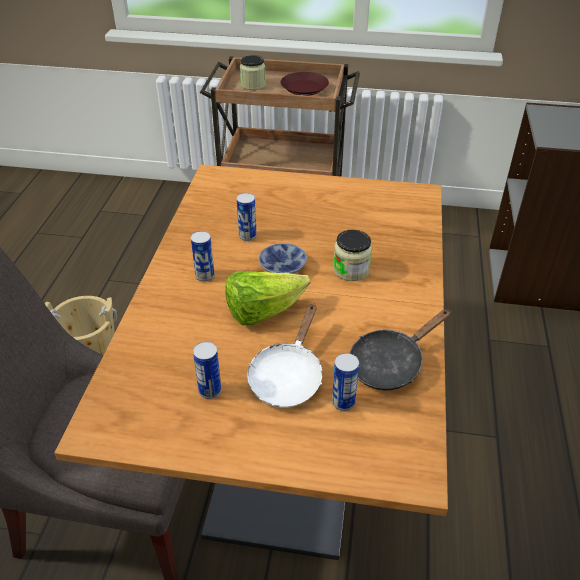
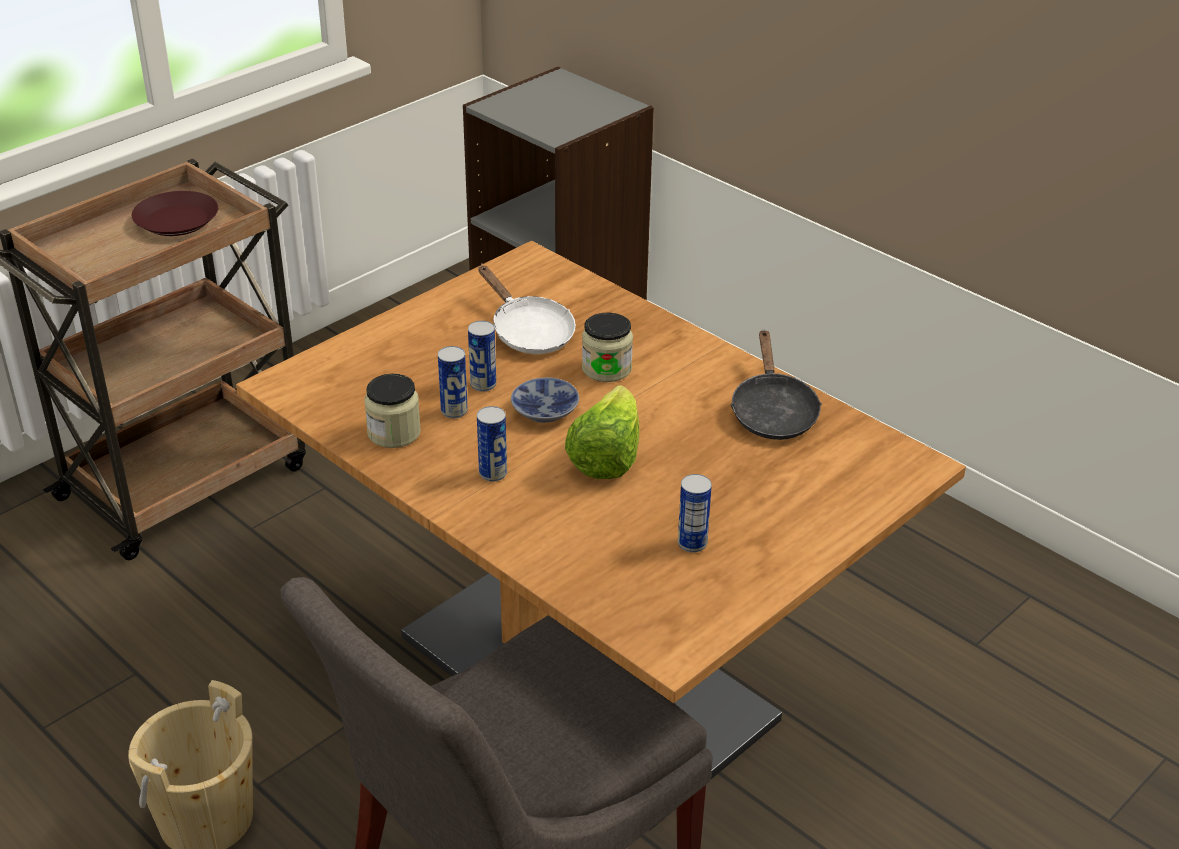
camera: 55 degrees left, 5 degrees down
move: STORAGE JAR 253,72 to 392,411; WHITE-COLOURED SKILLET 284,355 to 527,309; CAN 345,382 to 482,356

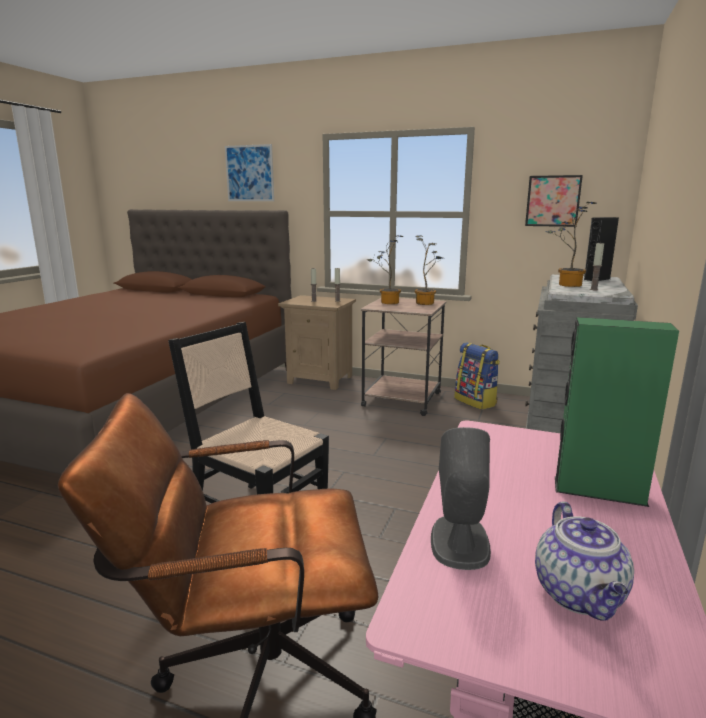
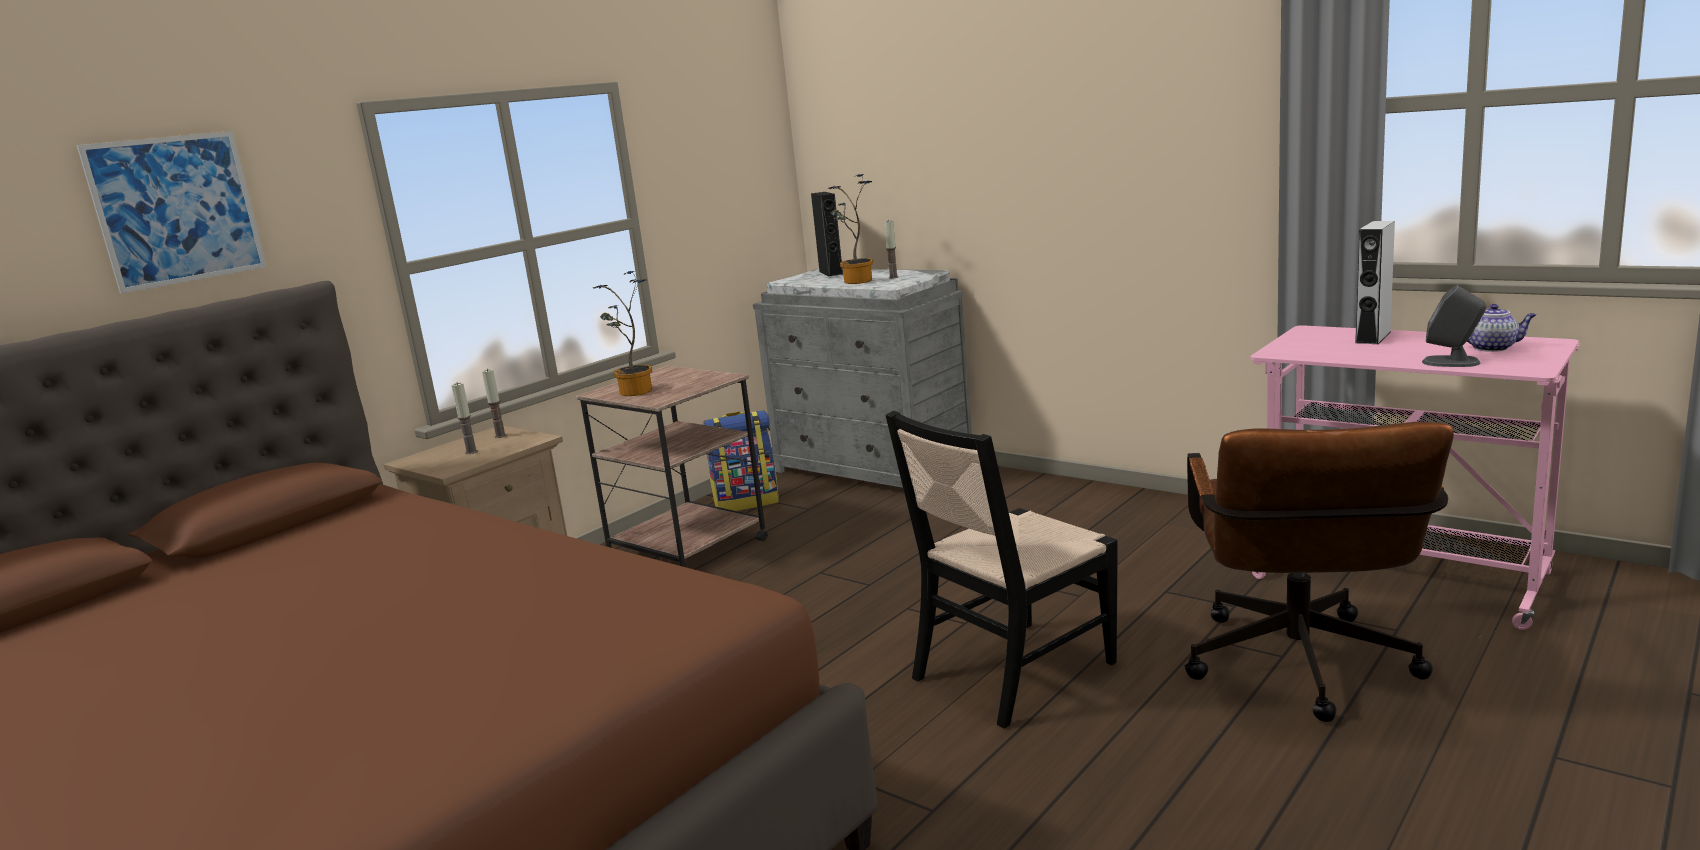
camera: 70 degrees left, 0 degrees up
delete: PICTURE 554,201; POTTED PLANT 428,270
recolor: GREEN-COLOURED SPEAKER 617,412 to GREYISH SPEAKER 1375,282

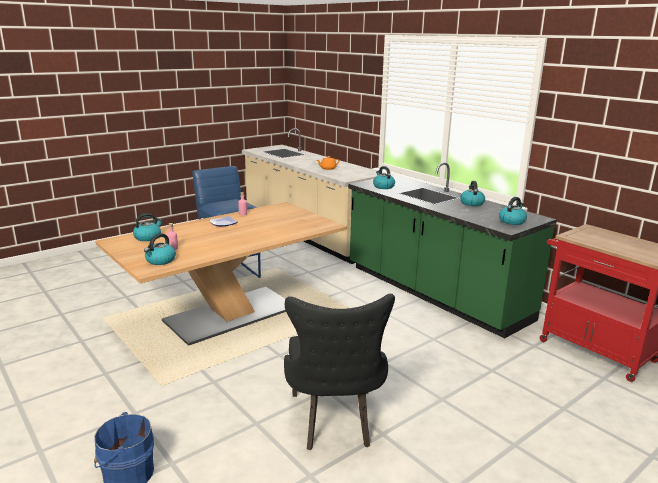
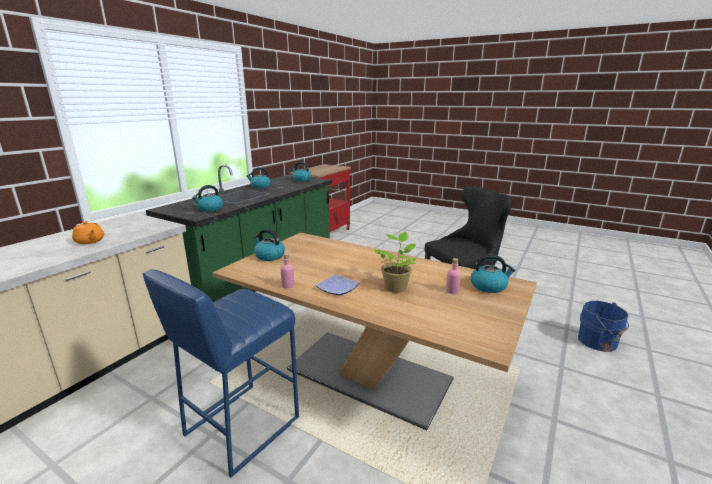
camera: 110 degrees left, 0 degrees up
insert: POTTED PLANT 395,262
move: TEA KETTLE 148,227 to 269,245

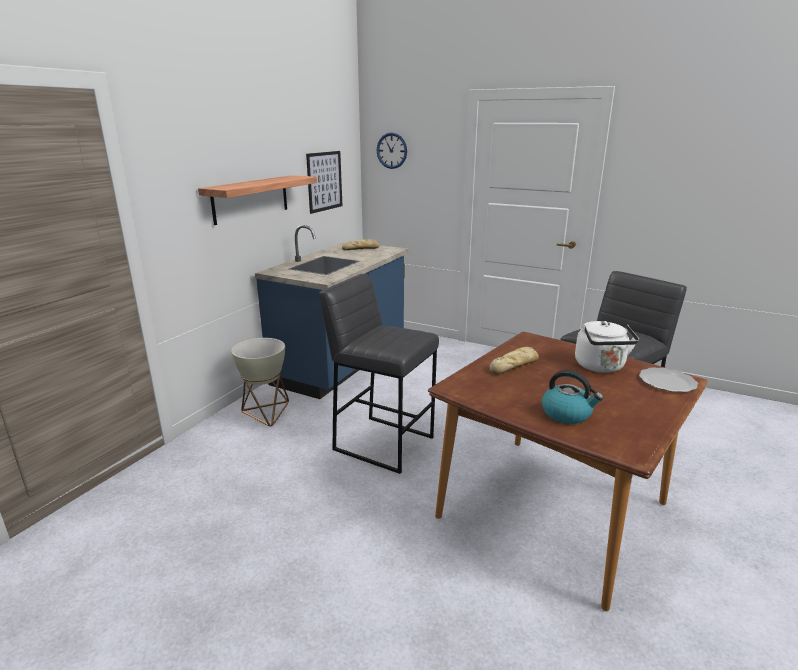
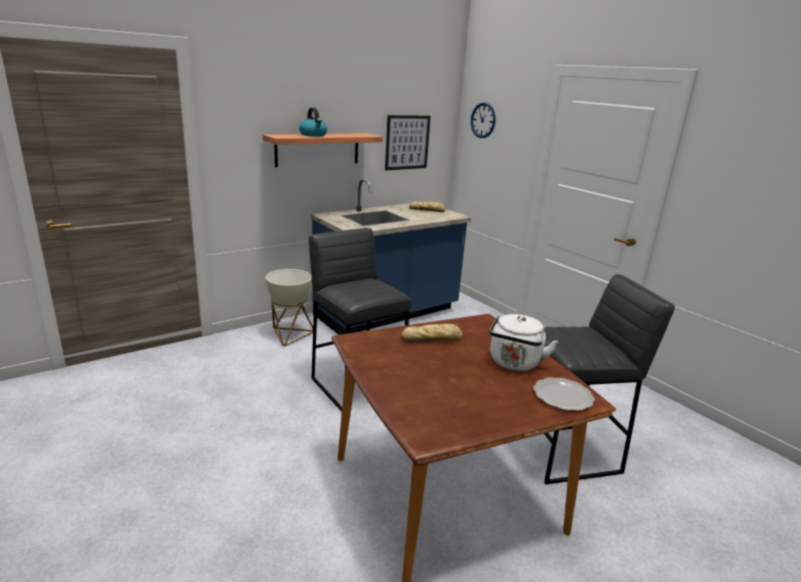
camera: 25 degrees right, 0 degrees up
move: TEA KETTLE 572,397 to 313,122

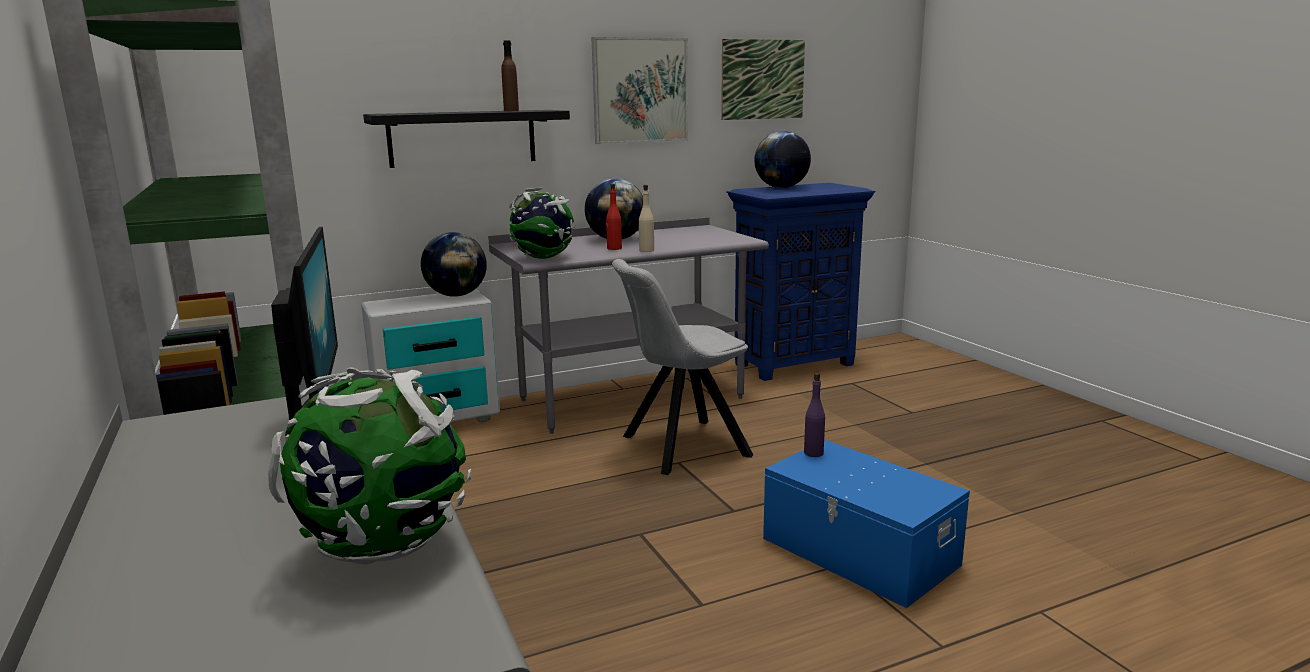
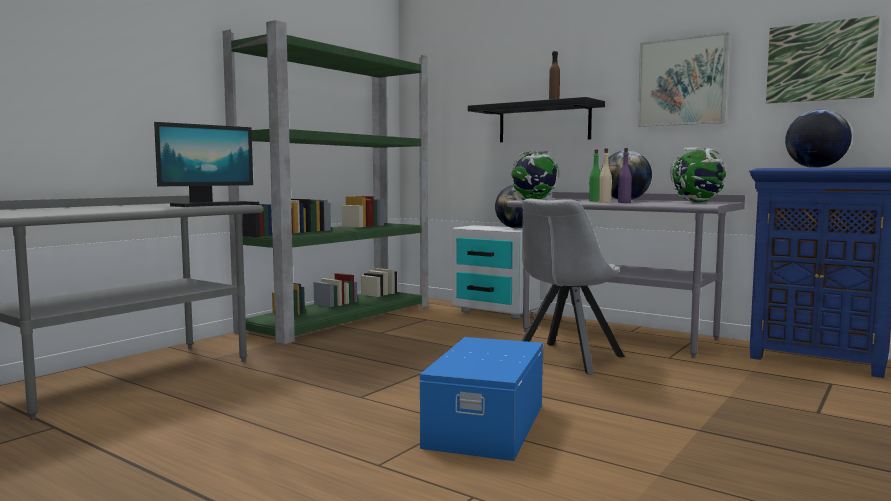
camera: 60 degrees right, 10 degrees down
move: DESK GLOBE 369,466 to 698,175; PURPLE BOTTLE 814,415 to 625,175
recolor: REDDISH BOTTLE 614,217 to GREEN-COLOURED BOTTLE 595,175
rotate: GREYISH PLAIN CHAIR 682,367 = 573,286 90 degrees counterclockwise

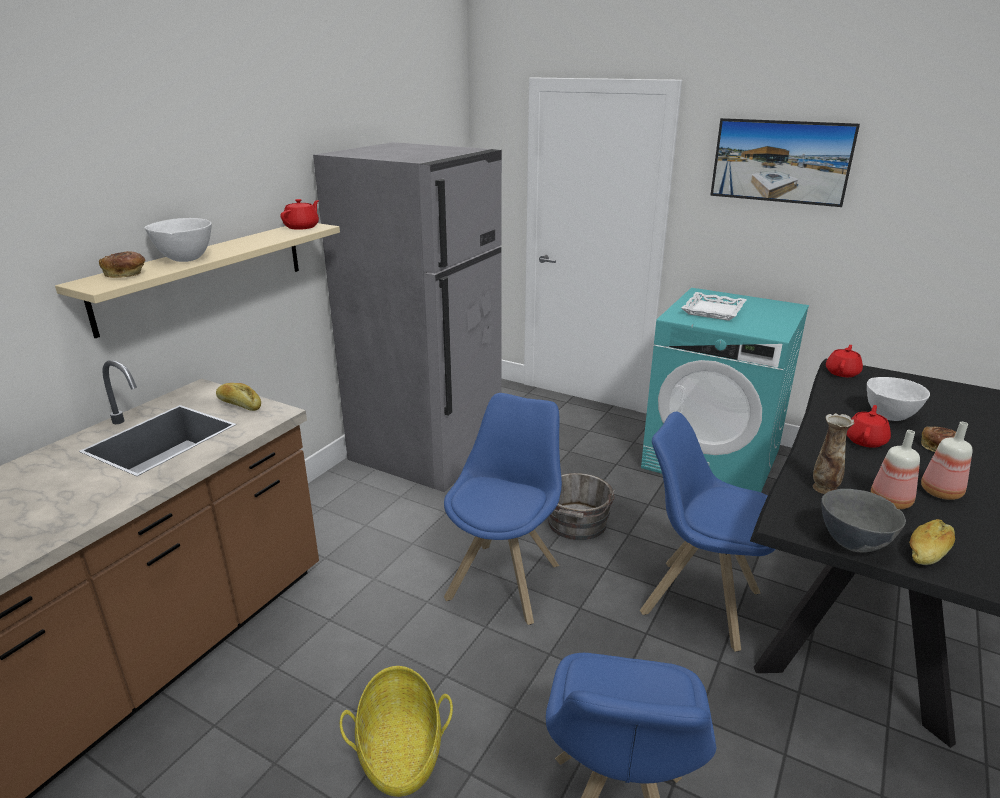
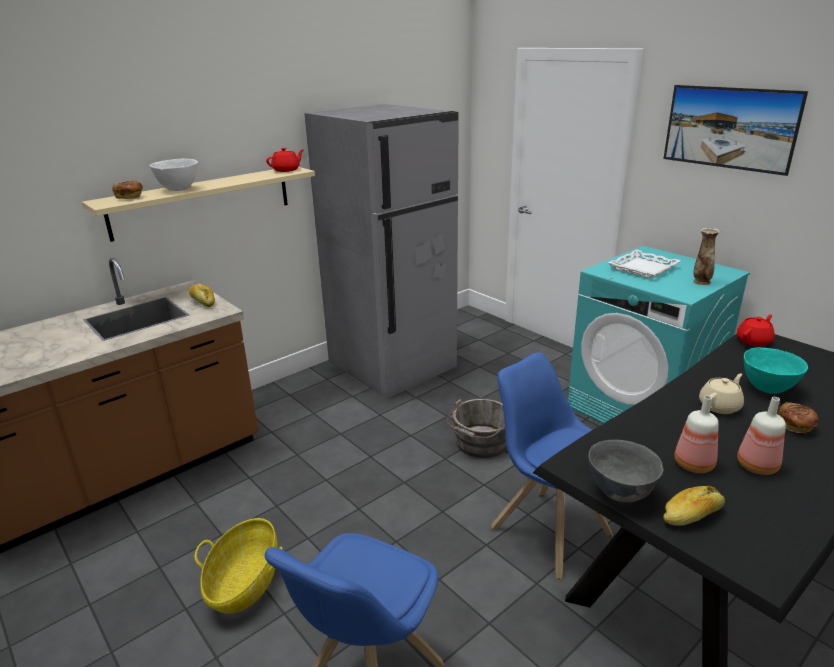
camera: 20 degrees right, 0 degrees up
delete: BLUE PLAIN CHAIR 503,509
move: VASE 833,453 to 706,256
recolor: WHITE-COLOURED BOWL 898,399 to TURQUOISE-COLOURED BOWL 776,370; REDDISH TEAPOT 869,426 to BEIGE TEAPOT 721,393

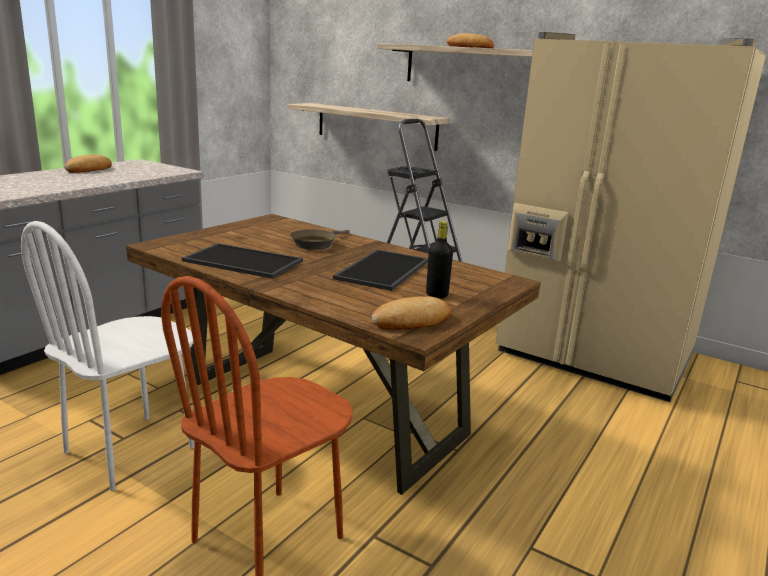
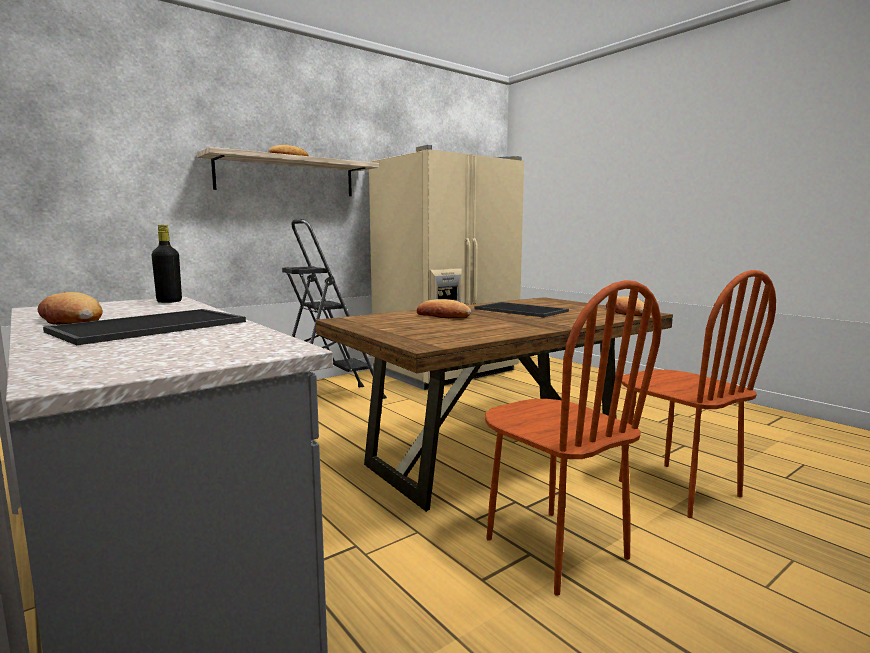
camera: 70 degrees left, 10 degrees down
delete: WALL SHELF 369,127
move: BLACK BOTTLE 439,259 to 166,264; CARRYING TRAY 242,261 to 144,327
replace: BROWN SKILLET 320,239 to BAKERY BREAD 444,308
recolor: WHITE-COLOURED PLAIN CHAIR 107,356 to BROWN PLAIN CHAIR 573,438

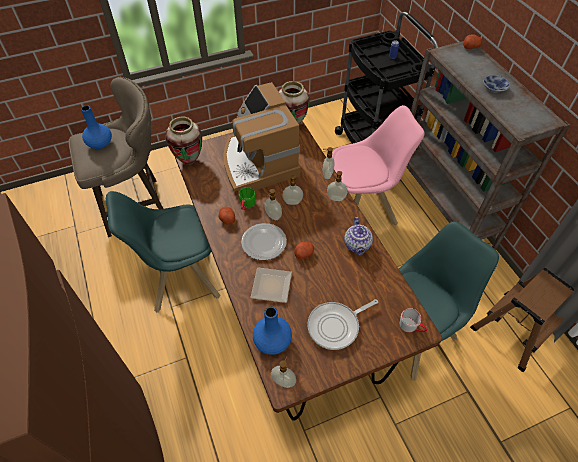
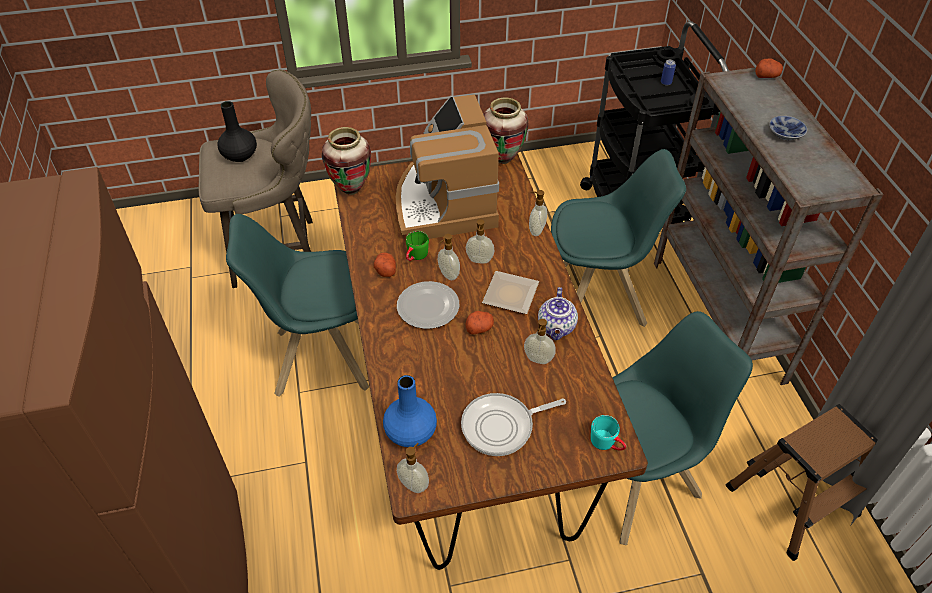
camera: 10 degrees right, 5 degrees down
move: LIQUID SOAP BOTTLE 337,186 to 540,341; FLAT DISH 271,285 to 510,292
recolor: BLUE VASE 96,127 to BLACK VASE 237,131; PINK PLAIN CHAIR 378,165 to TURQUOISE-COLOURED PLAIN CHAIR 618,238; GREYISH MUG 414,320 to TURQUOISE-COLOURED MUG 608,433

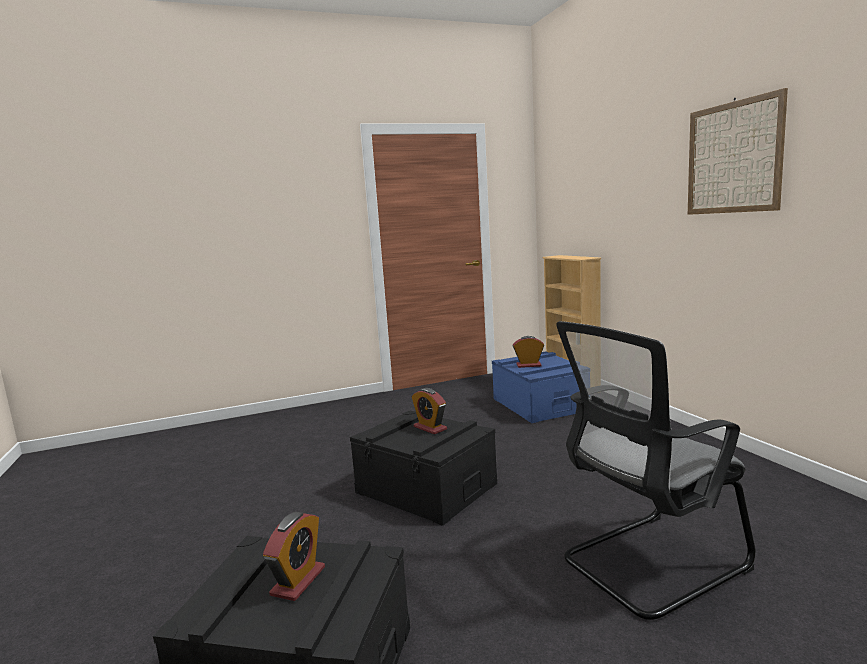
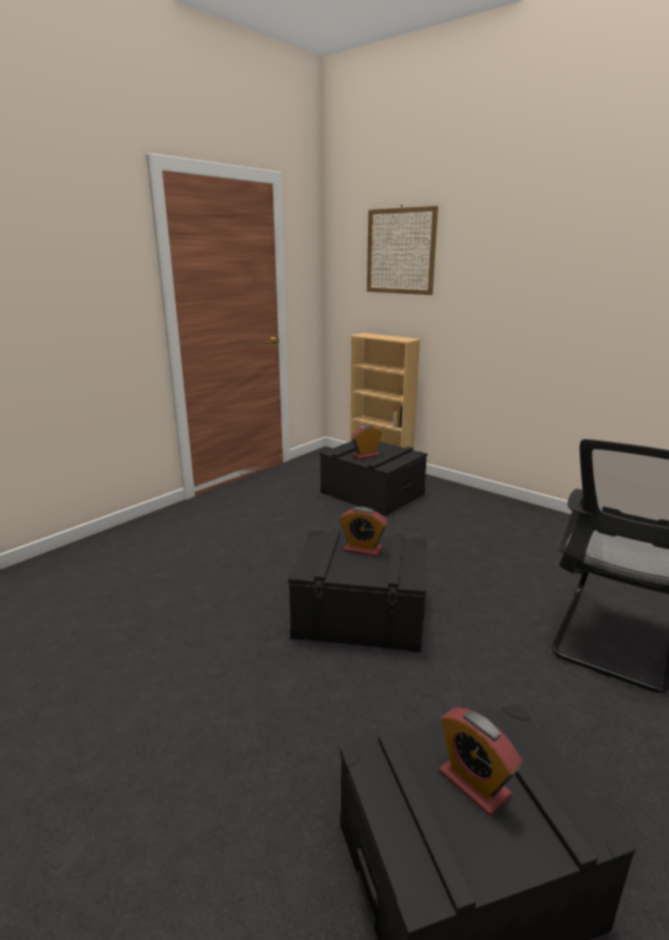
camera: 30 degrees left, 10 degrees up
move: PICTURE 738,151 to 402,250
recolor: BLUE STORAGE BIN 536,387 to BLACK STORAGE BIN 373,478
rotate: ALARM CLOCK 294,556 = 481,762 150 degrees clockwise

